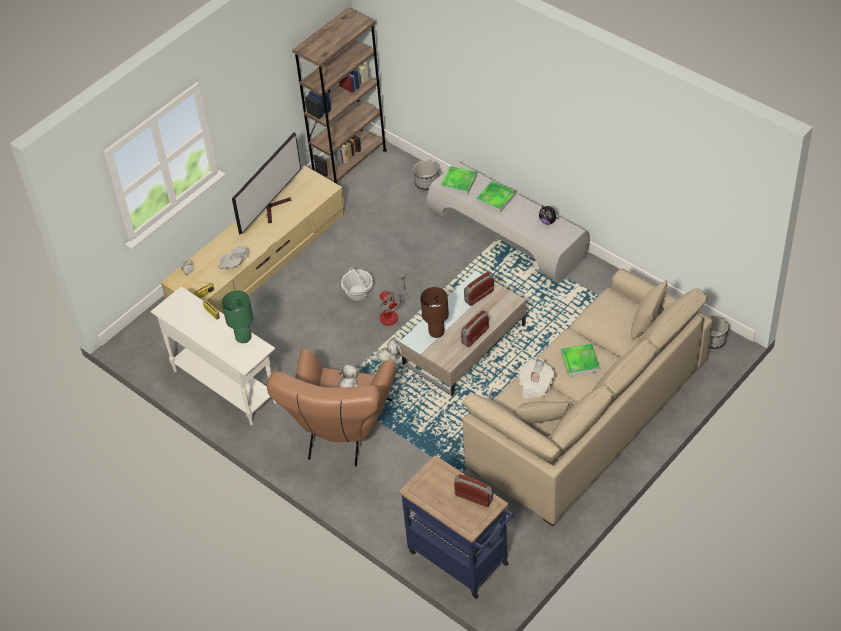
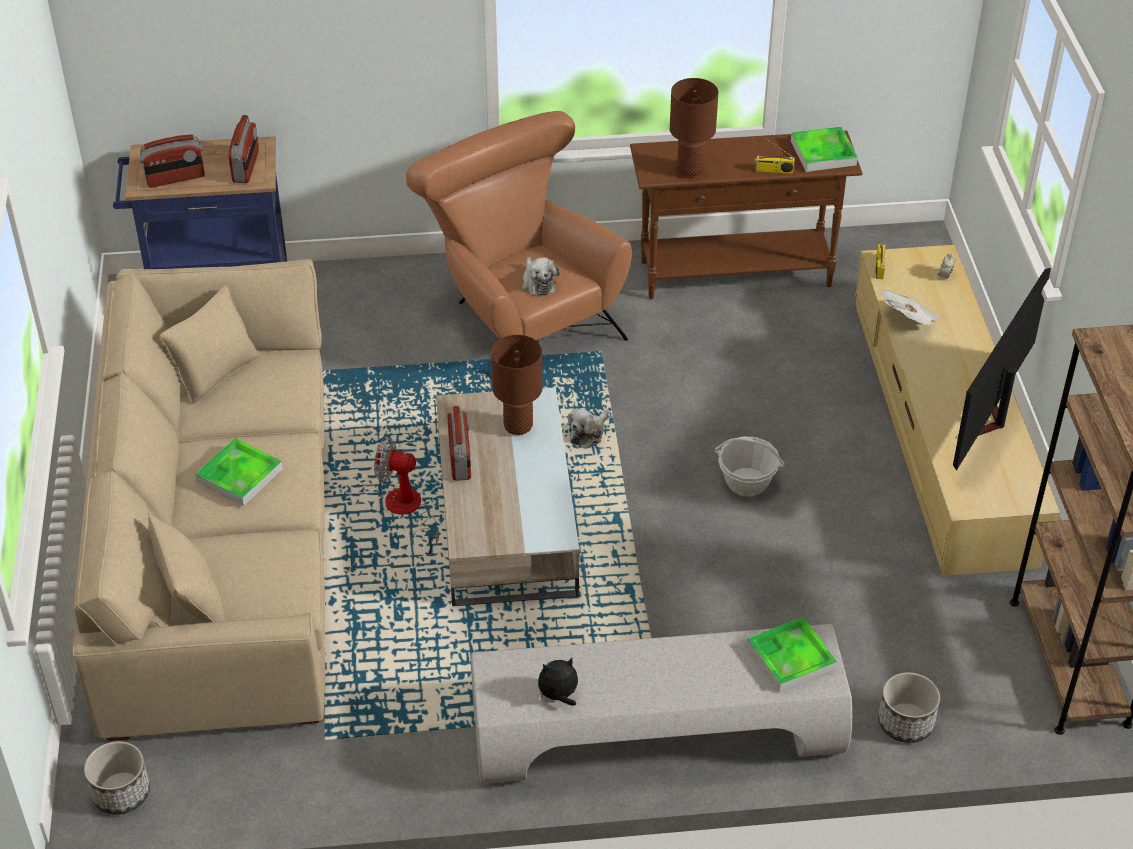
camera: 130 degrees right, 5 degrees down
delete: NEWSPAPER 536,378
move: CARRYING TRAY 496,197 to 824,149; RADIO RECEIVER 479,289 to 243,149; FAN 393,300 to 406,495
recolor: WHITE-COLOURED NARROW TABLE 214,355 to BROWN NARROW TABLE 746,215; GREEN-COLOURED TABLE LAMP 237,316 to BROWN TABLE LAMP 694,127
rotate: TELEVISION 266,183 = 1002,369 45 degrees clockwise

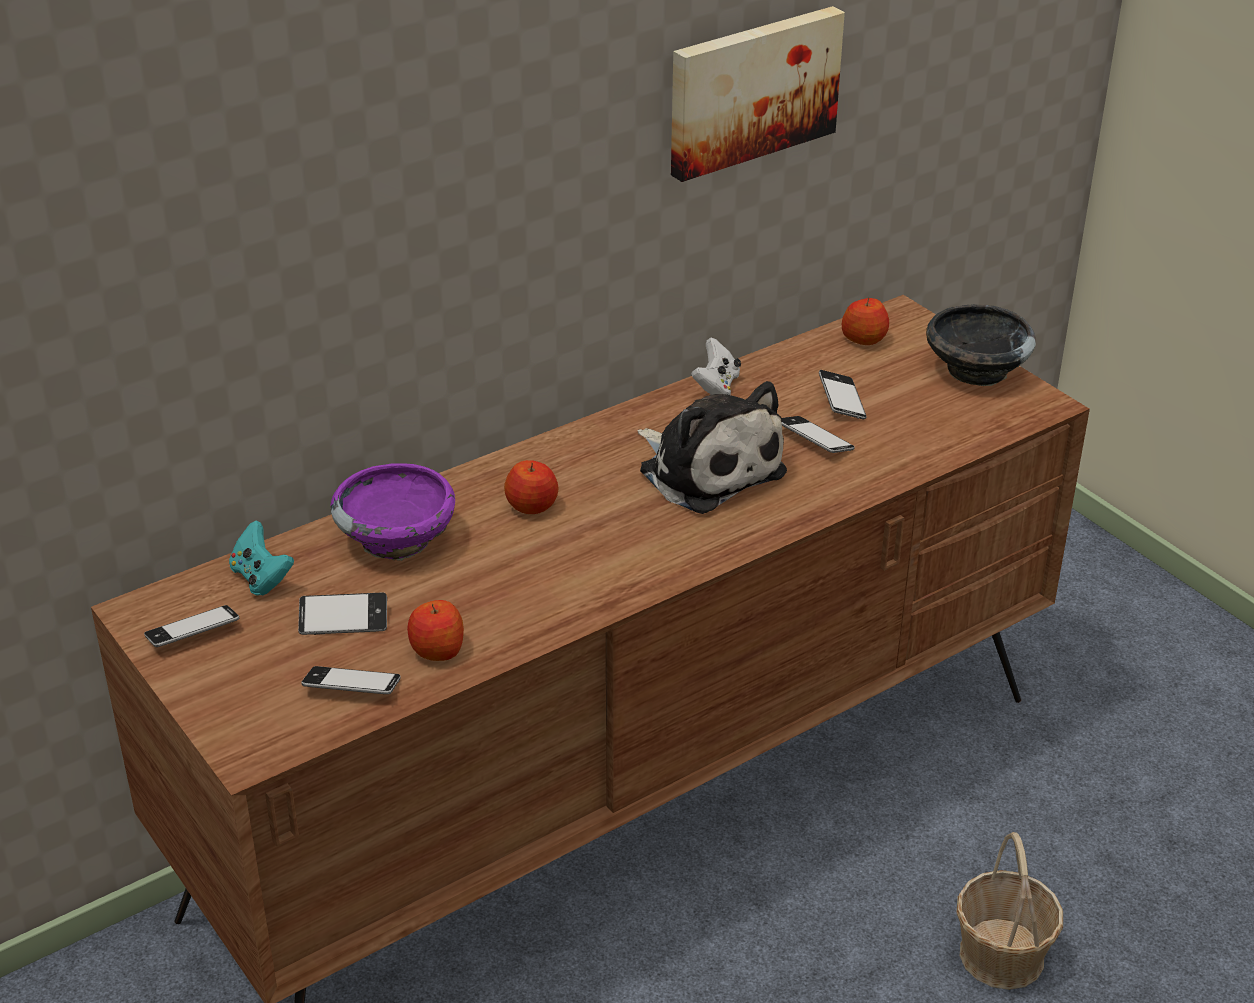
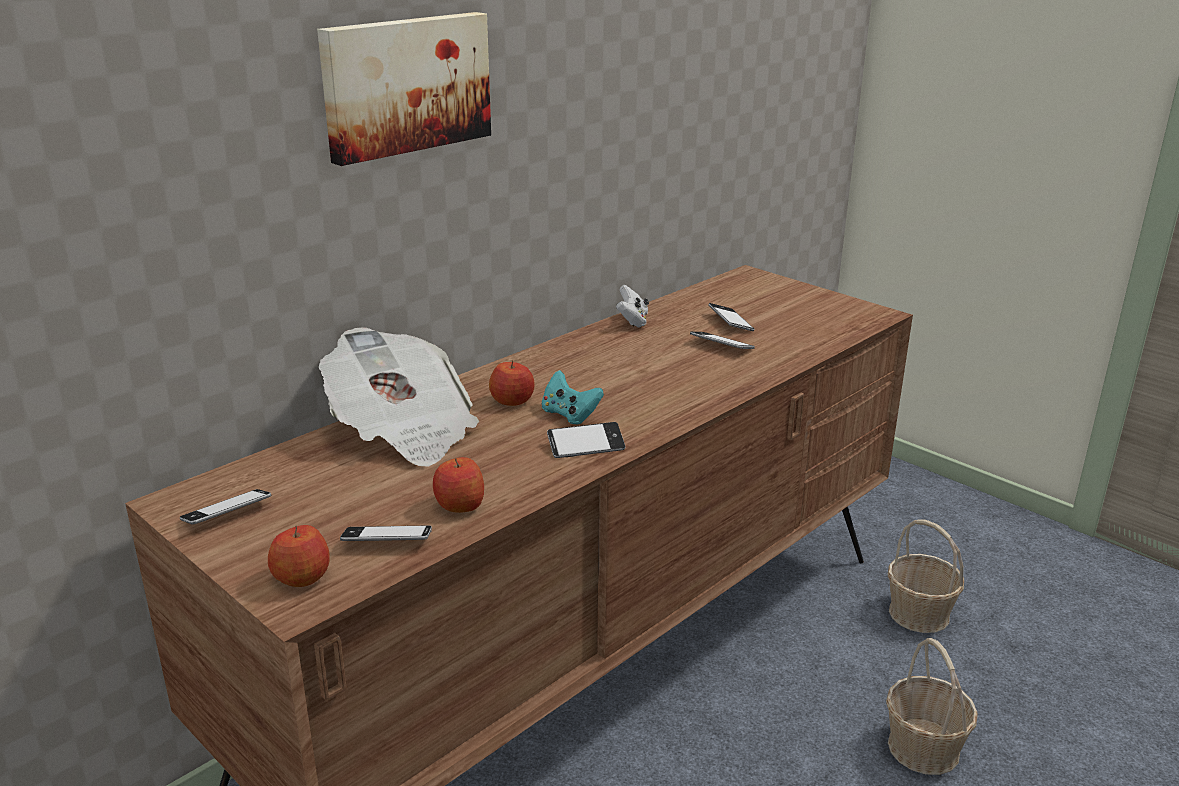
camera: 10 degrees left, 10 degrees down
delete: BLACK BOWL 981,345; SOFT TOY 712,447
insert: STORAGE BASKET 926,576
move: PICTURE 758,94 to 404,89; WHOLE APPLE 865,321 to 299,556; TURQUOISE-COLOURED JOYPAD 261,558 to 573,397; HANDSET 342,613 to 586,440
replace: PURPLE BOWL 392,512 to NEWSPAPER 399,397

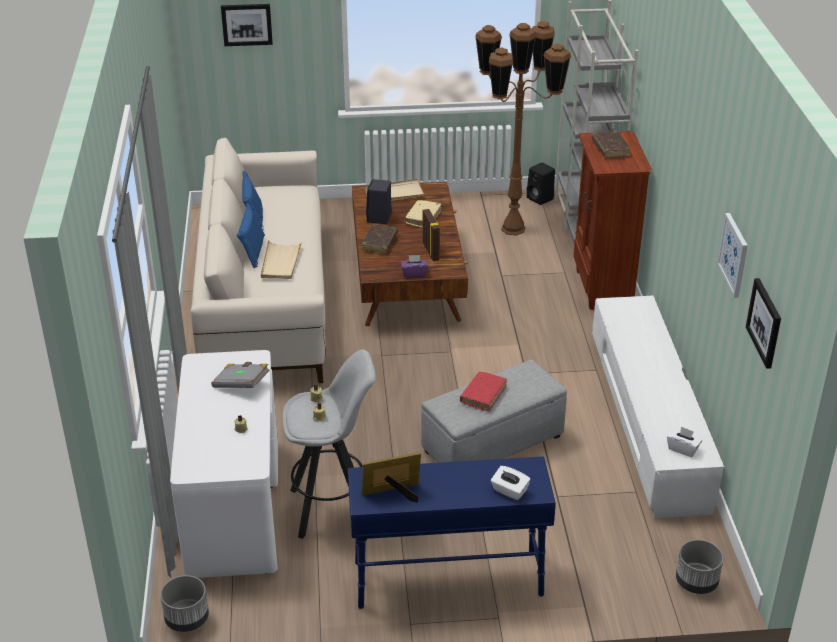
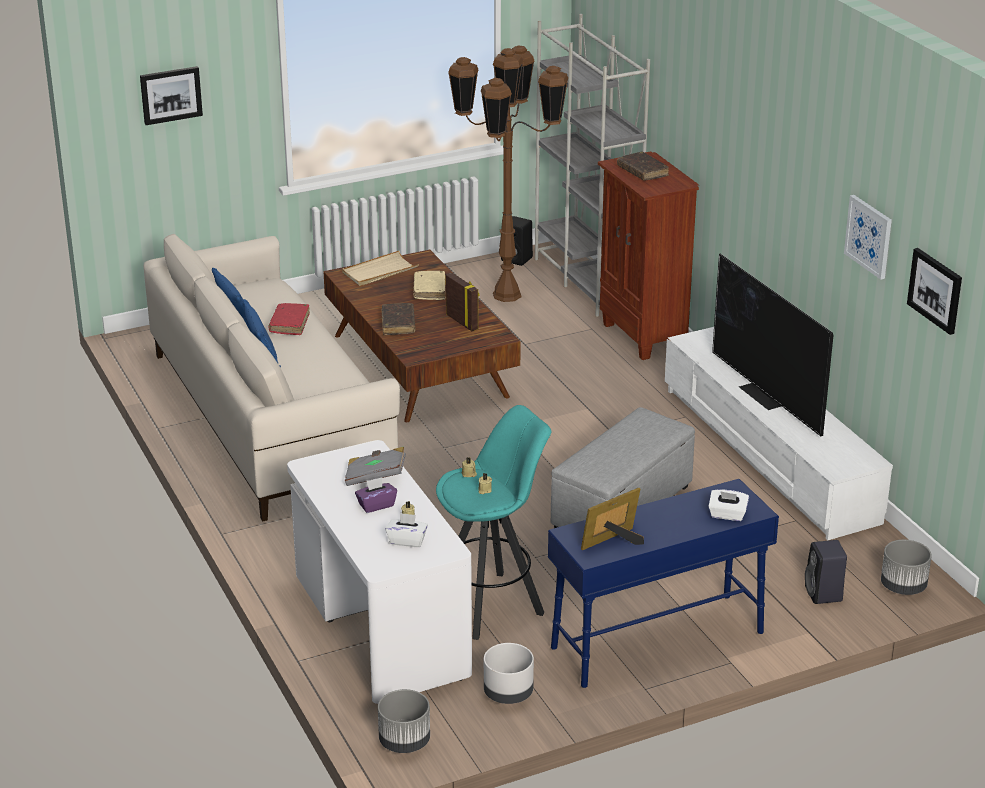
camera: 20 degrees left, 5 degrees down
delete: BEIGE CARRYING TRAY 281,259
insert: TELEVISION 773,345; GREYISH FLOWER POT 509,673
move: BLACK SPEAKER 379,201 to 826,572; PURPLE TISSUE HOLDER 415,266 to 376,495; REDDISH BOOK 483,392 to 289,319; WHITE-COLOURED TISSUE HOLDER 684,441 to 407,530
recolor: GREYISH SITTING STOOL 329,444 to TURQUOISE-COLOURED SITTING STOOL 494,522

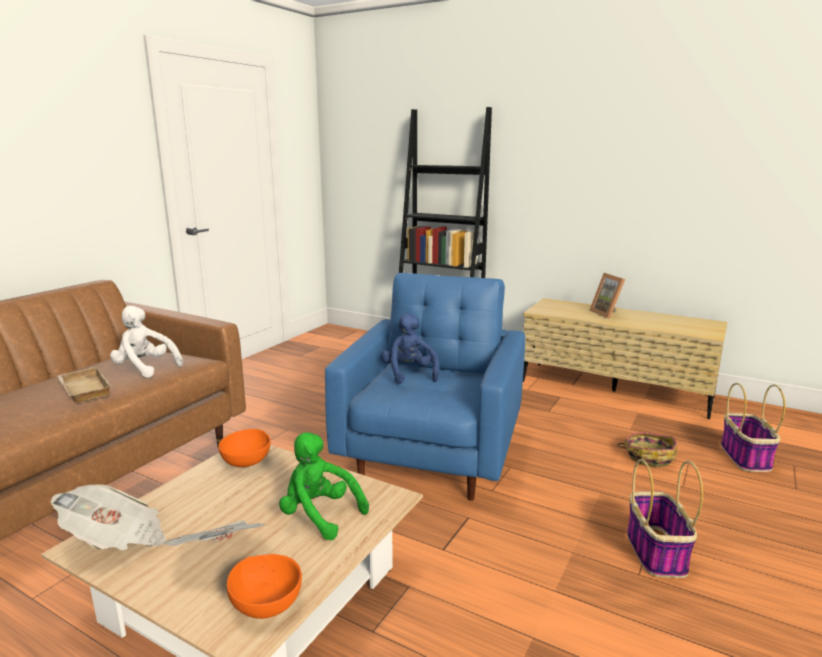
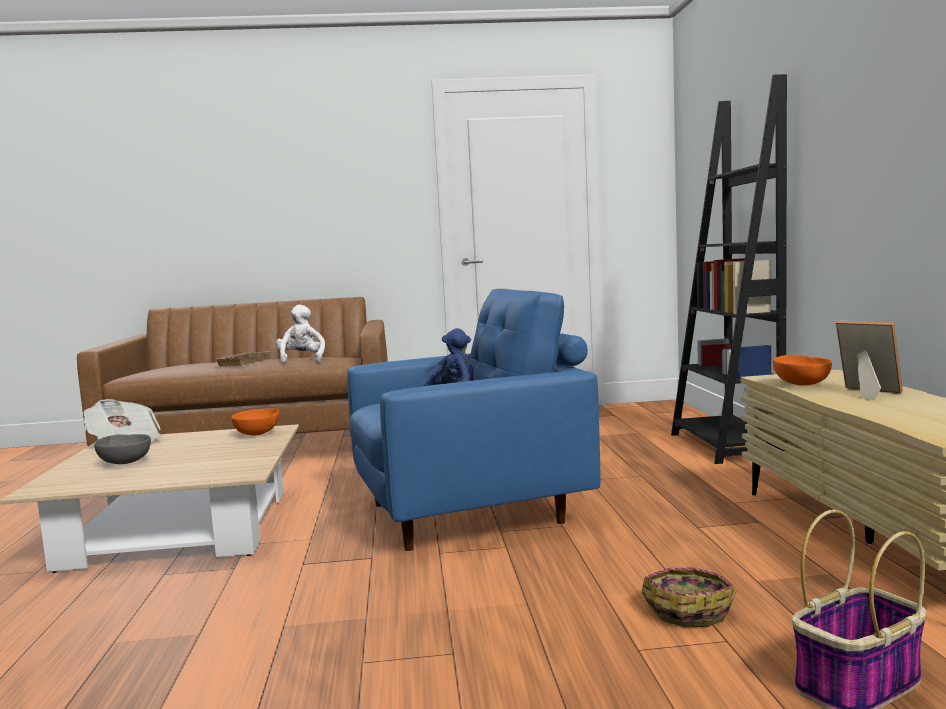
camera: 55 degrees right, 10 degrees down
delete: GREEN-COLOURED SOFT TOY 324,486; STORAGE BASKET 665,518
move: ORANGEY BOWL 264,586 to 802,370
replace: NEWSPAPER 215,533 to GREYISH BOWL 122,449
rotate: STANDING FRAME 607,296 = 869,360 105 degrees clockwise

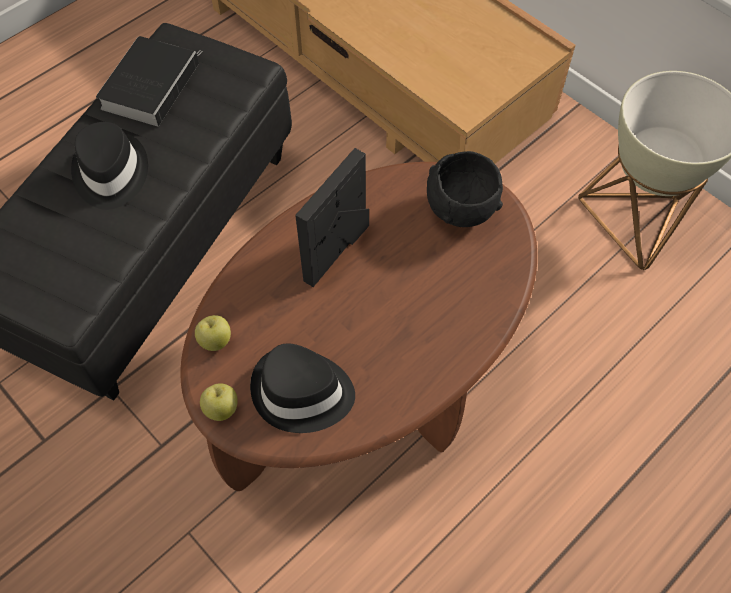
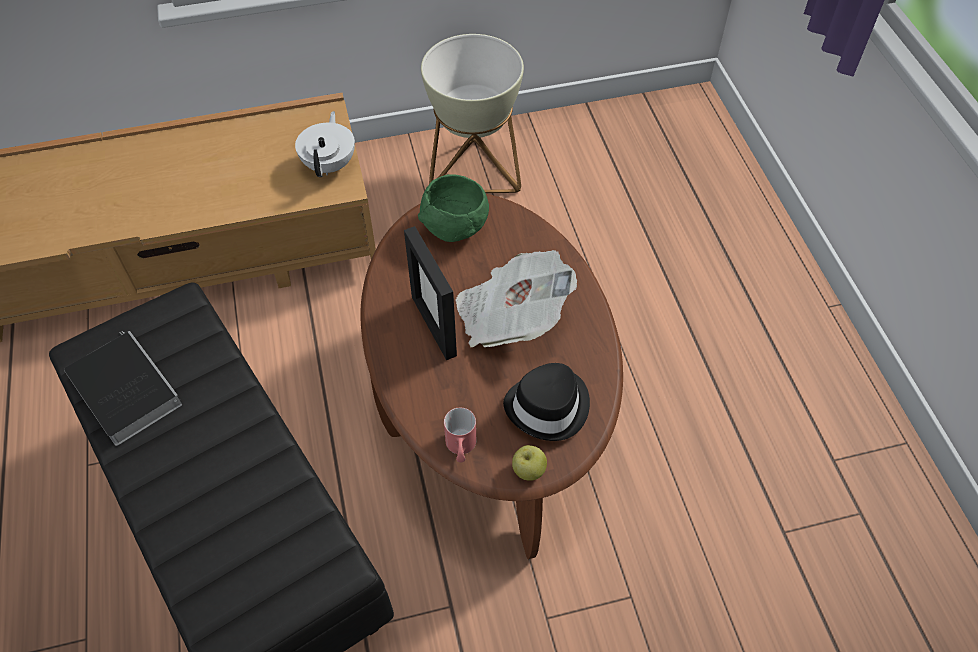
camera: 60 degrees left, 5 degrees down
delete: BLACK CLOTHING HAT 109,166
insert: WHITE-COLOURED TEAPOT 325,144; NEWSPAPER 516,298
replace: WHOLE APPLE 213,333 to REDDISH MUG 460,435
recolor: BLACK BOWL 465,189 to GREEN-COLOURED BOWL 453,208

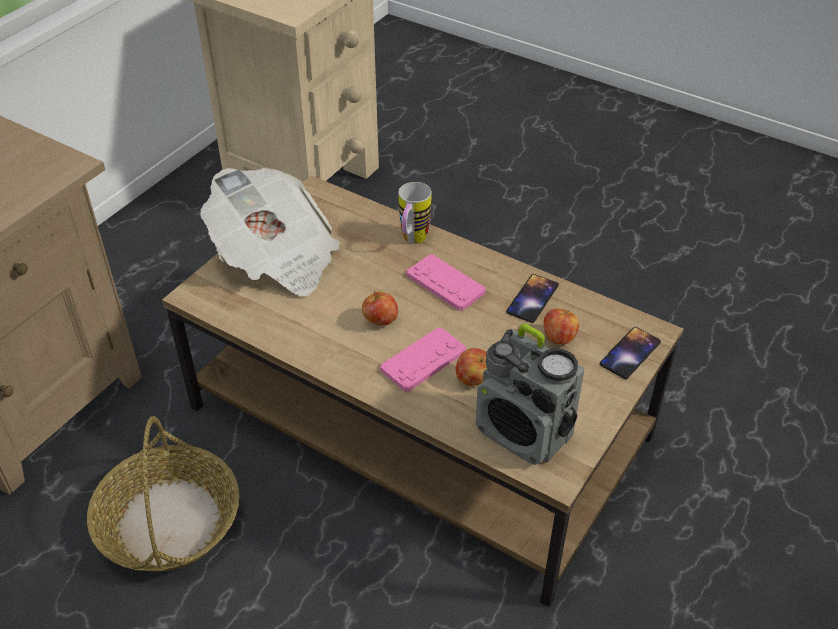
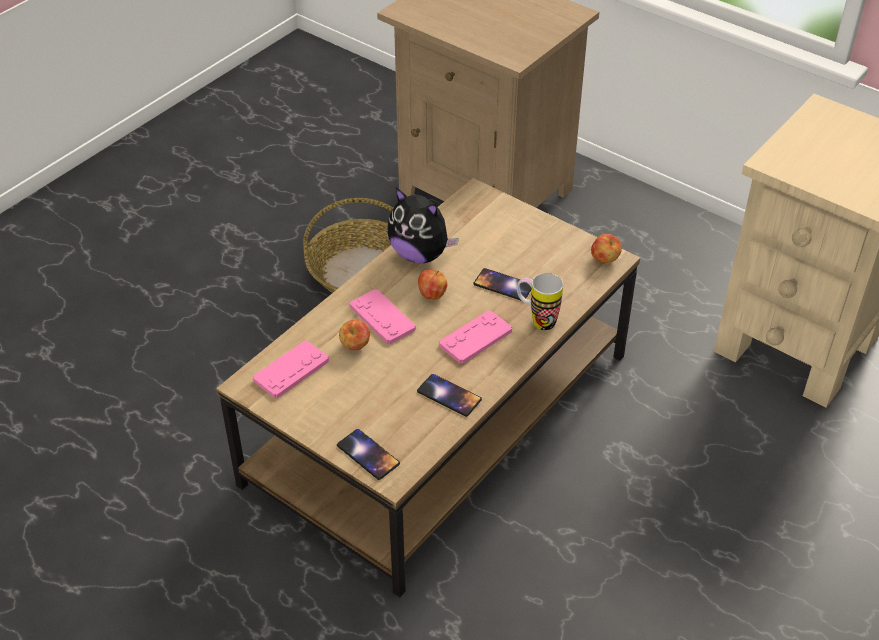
camera: 95 degrees right, 0 degrees up
delete: NEWSPAPER 270,232
insert: SOFT TOY 423,225; HANDSET 503,284
move: WHOLE APPLE 561,327 to 606,248
replace: RADIO RECEIVER 529,394 to PINK JOYPAD 291,369

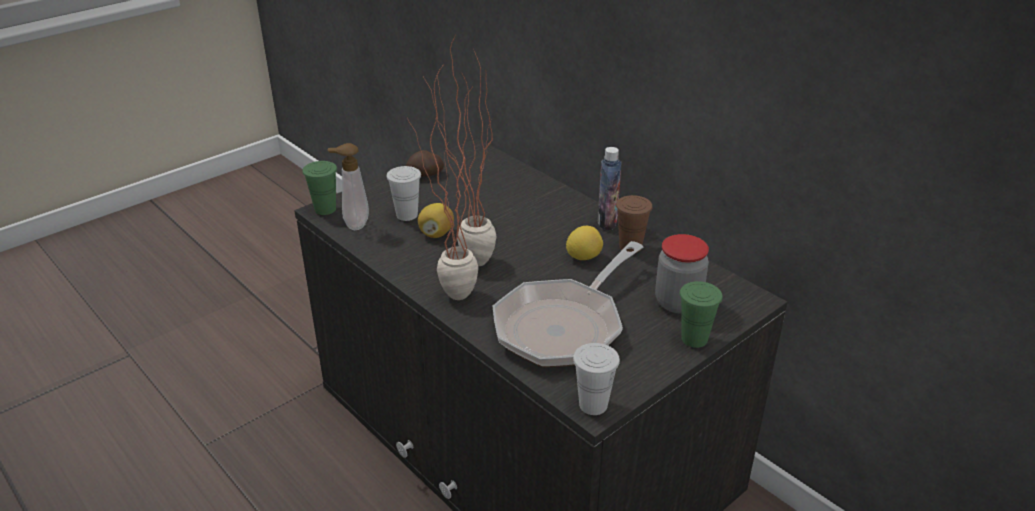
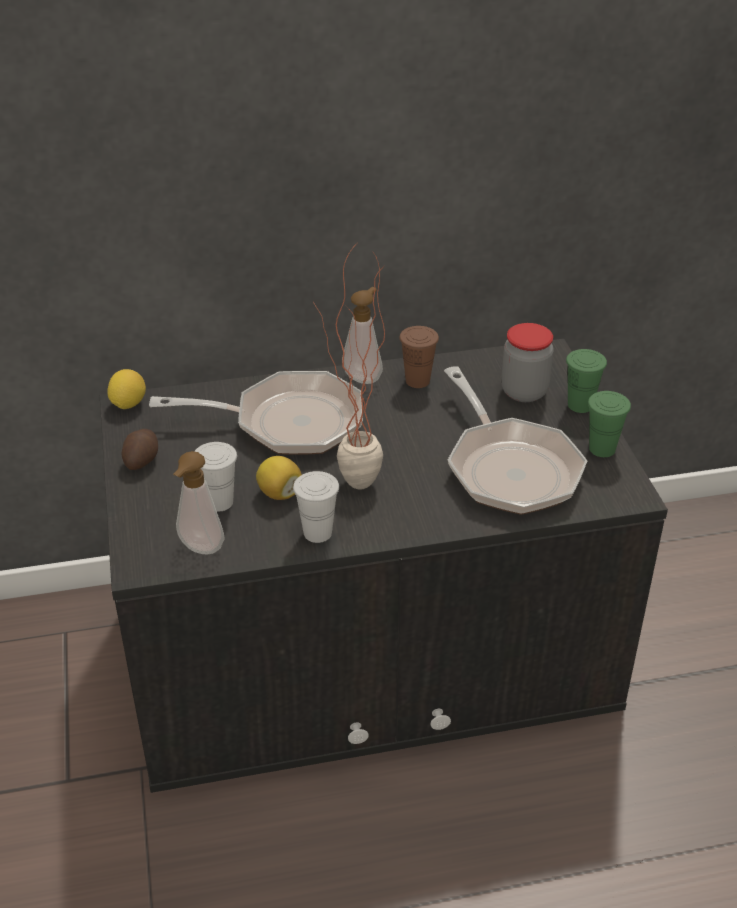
camera: 60 degrees left, 5 degrees up
delete: POTTED PLANT 443,181
insert: SKILLET 256,413
move: GREEN-COLOURED DRINKING CUP 320,188 to 609,424; CITRUS FRUIT 584,243 to 126,389; WHITE-COLOURED DRINKING CUP 596,379 to 316,507
replace: BOTTLE 609,188 to LIQUID SOAP BOTTLE 362,335

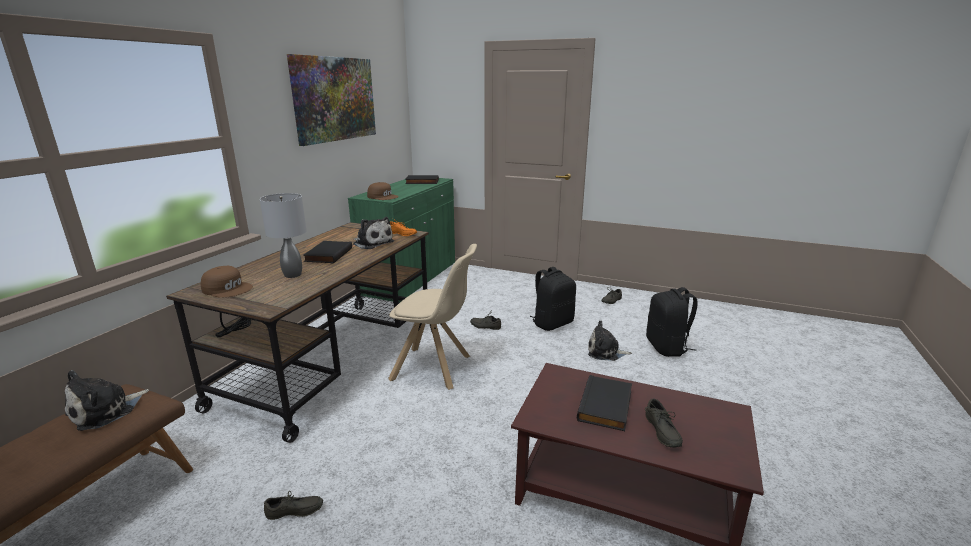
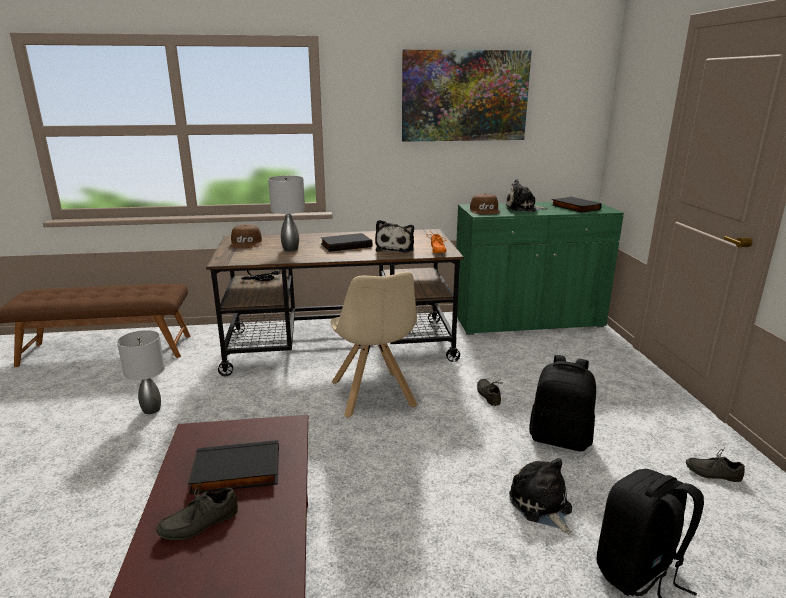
camera: 60 degrees right, 0 degrees up
move: SOFT TOY 107,400 to 527,195
replace: GREYISH ITEM OF FOOTWEAR 293,505 to GREYISH TABLE LAMP 141,372

